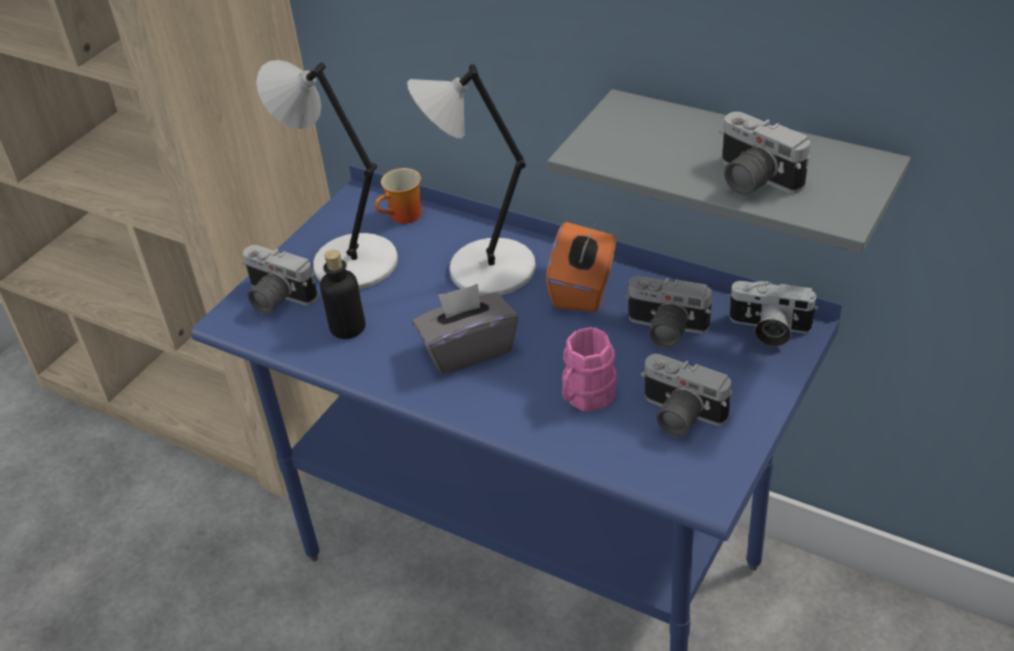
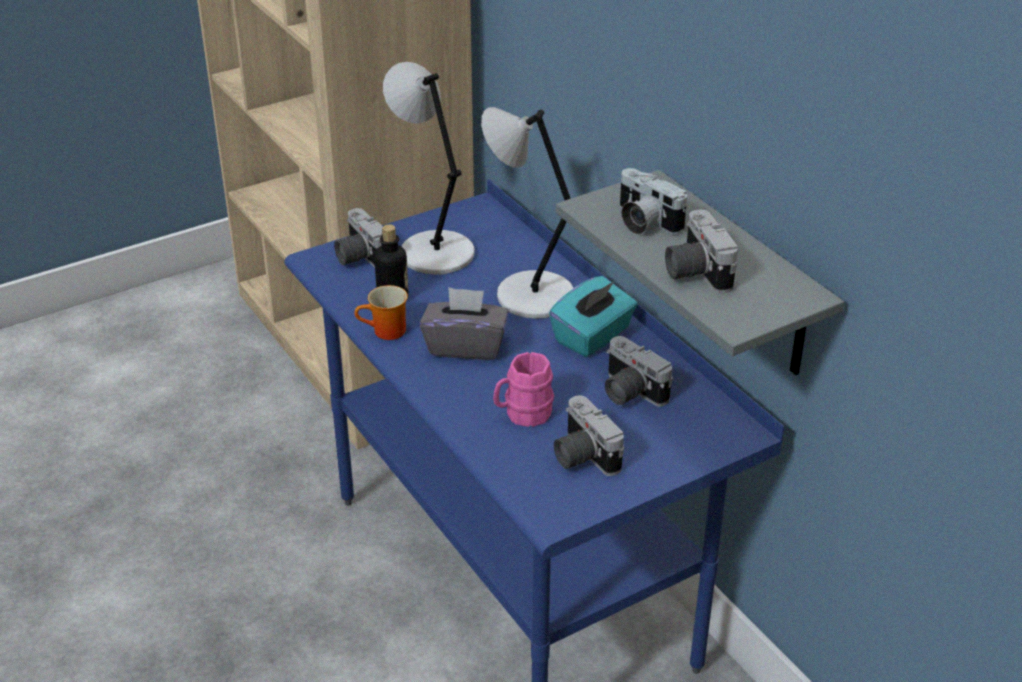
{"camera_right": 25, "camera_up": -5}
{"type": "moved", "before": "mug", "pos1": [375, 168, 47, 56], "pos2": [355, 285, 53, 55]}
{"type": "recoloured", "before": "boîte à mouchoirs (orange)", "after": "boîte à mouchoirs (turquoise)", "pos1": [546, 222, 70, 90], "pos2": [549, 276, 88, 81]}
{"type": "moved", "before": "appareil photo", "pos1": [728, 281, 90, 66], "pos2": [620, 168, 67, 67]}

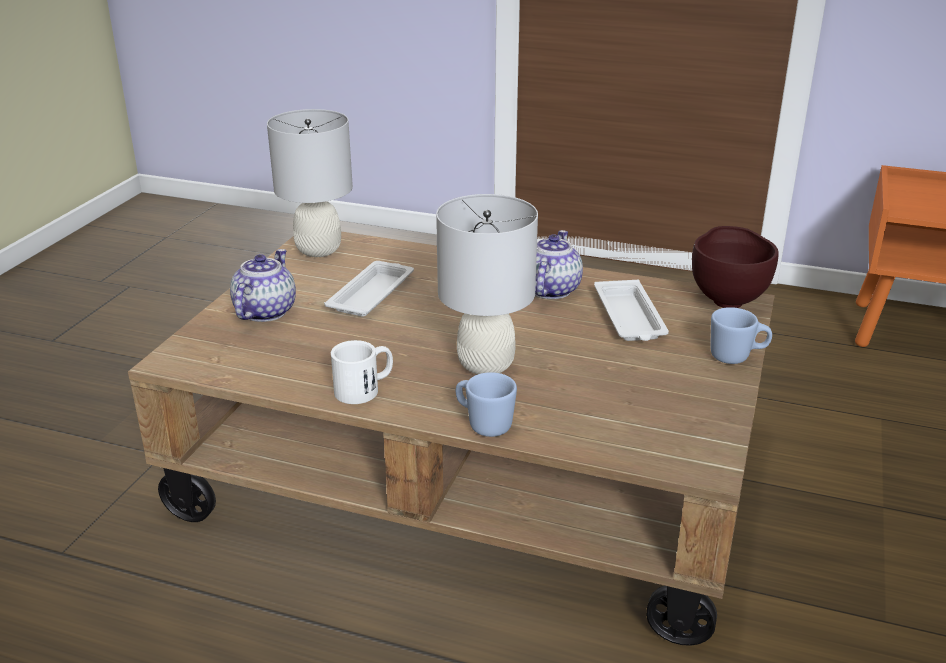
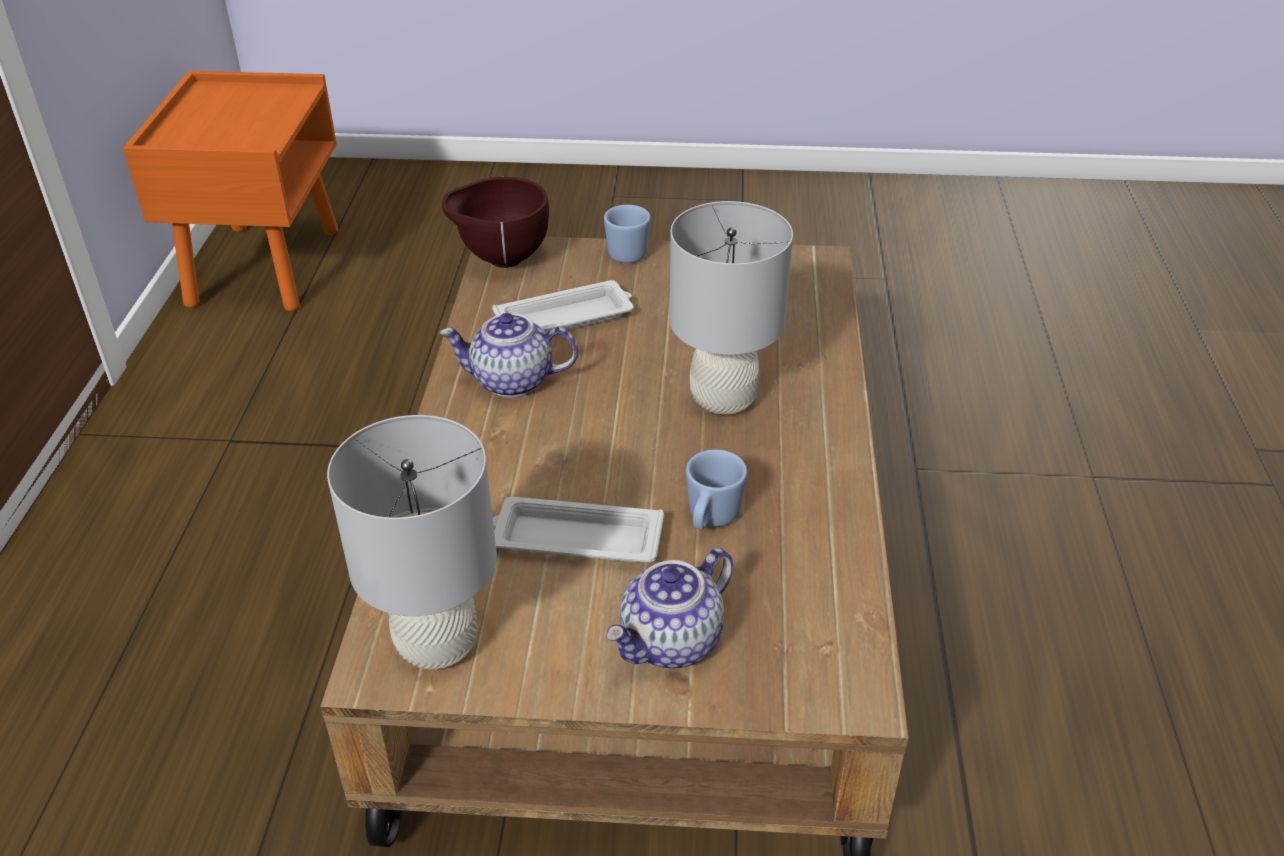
{"camera_right": -105, "camera_up": 10}
{"type": "turned", "before": "théière", "pos1": [230, 249, 66, 73], "pos2": [606, 548, 127, 120], "turn": -45}
{"type": "moved", "before": "mug (bleu)", "pos1": [456, 372, 61, 65], "pos2": [686, 449, 61, 81]}
{"type": "removed", "before": "mug (blanc)", "pos1": [331, 340, 62, 64]}

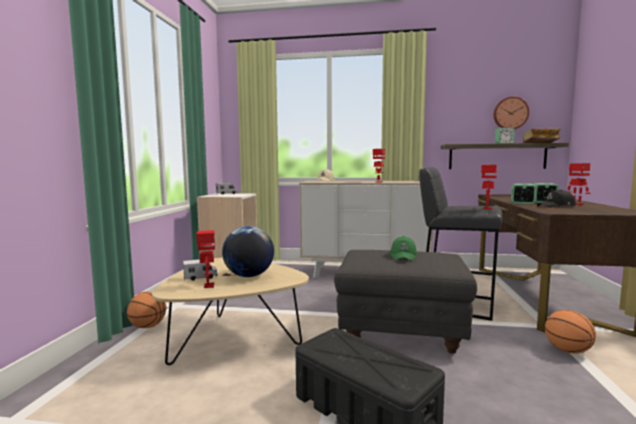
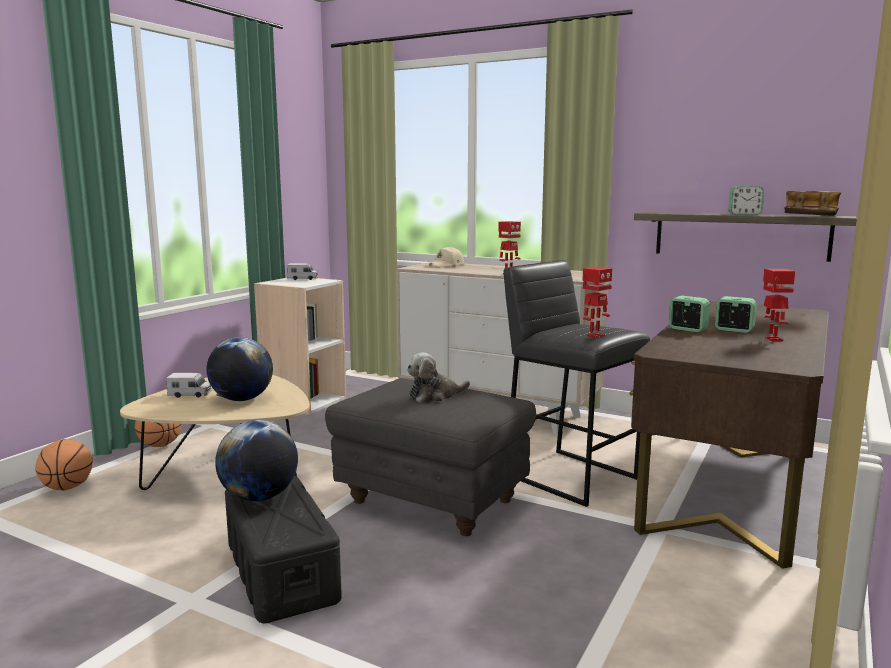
{"camera_right": 20, "camera_up": 5}
{"type": "moved", "before": "ballon de basket", "pos1": [545, 310, 51, 43], "pos2": [35, 439, 58, 52]}
{"type": "added", "after": "globe", "pos2": [215, 420, 83, 81]}
{"type": "replaced", "before": "casquette (vert)", "after": "peluche", "pos1": [390, 236, 27, 25], "pos2": [407, 353, 63, 50]}
{"type": "removed", "before": "robot jouet", "pos1": [196, 230, 19, 58]}
{"type": "removed", "before": "horloge murale", "pos1": [494, 97, 35, 32]}
{"type": "removed", "before": "casquette (noir)", "pos1": [537, 189, 39, 19]}

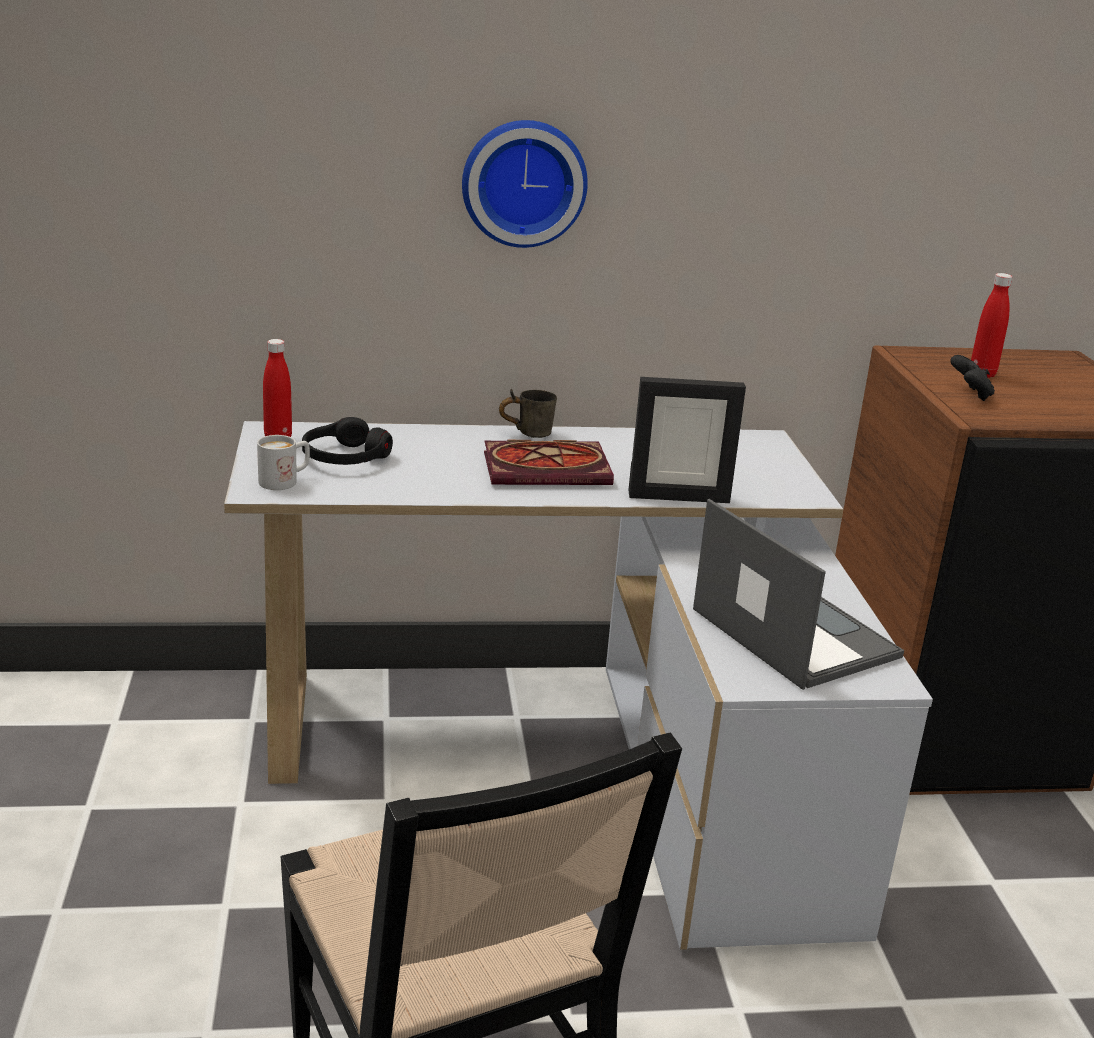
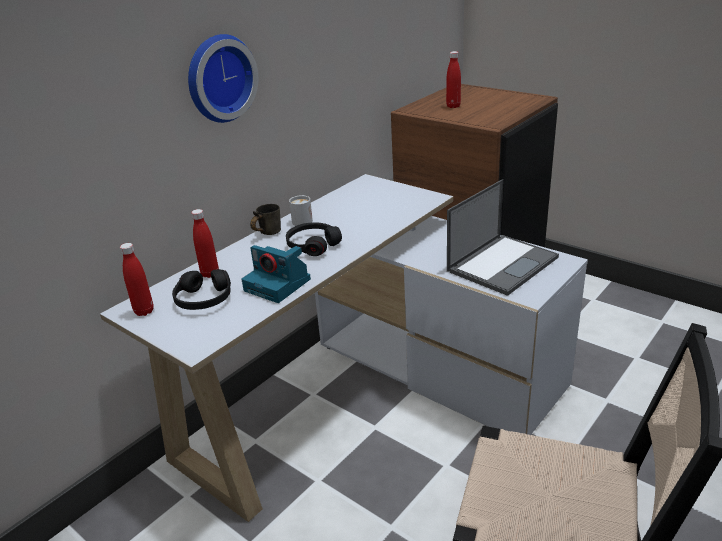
{"camera_right": -40, "camera_up": 5}
{"type": "added", "after": "bouteille (rouge)", "pos2": [191, 209, 28, 69]}
{"type": "added", "after": "appareil photo", "pos2": [242, 245, 69, 58]}
{"type": "replaced", "before": "livre", "after": "casque audio (noir)", "pos1": [484, 440, 130, 45], "pos2": [286, 222, 56, 34]}
{"type": "moved", "before": "mug (blanc)", "pos1": [257, 435, 53, 55], "pos2": [289, 195, 24, 31]}
{"type": "turned", "before": "ordinateur portable", "pos1": [693, 499, 211, 191], "pos2": [447, 179, 112, 117], "turn": 120}
{"type": "removed", "before": "cadre photo", "pos1": [628, 377, 118, 126]}
{"type": "removed", "before": "manette (noir)", "pos1": [950, 355, 45, 46]}

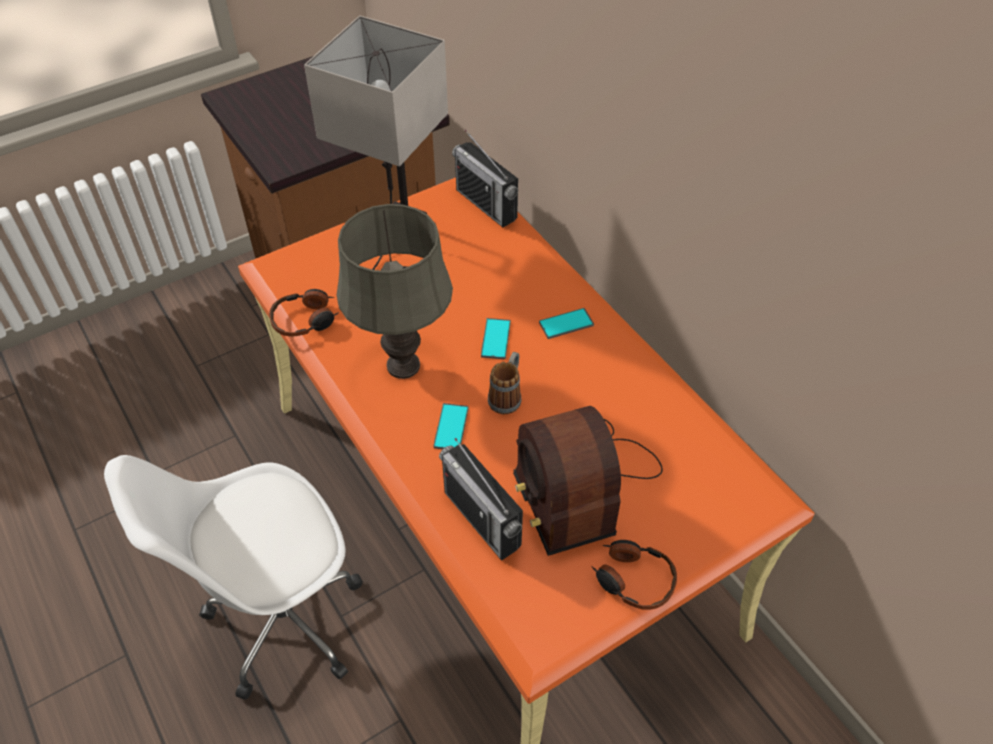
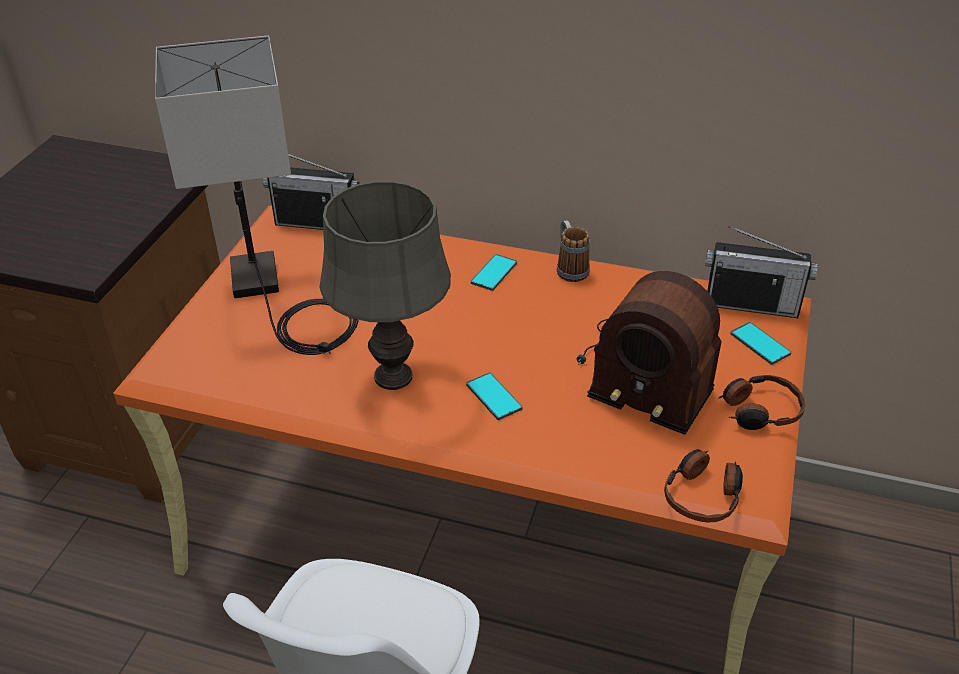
{"camera_right": -40, "camera_up": -10}
{"type": "moved", "before": "mug", "pos1": [488, 352, 33, 62], "pos2": [557, 220, 33, 62]}
{"type": "moved", "before": "casque audio", "pos1": [269, 289, 70, 48], "pos2": [664, 449, 79, 73]}
{"type": "moved", "before": "radio", "pos1": [439, 438, 84, 123], "pos2": [705, 226, 113, 92]}
{"type": "moved", "before": "téléphone", "pos1": [481, 318, 30, 41], "pos2": [730, 322, 61, 43]}

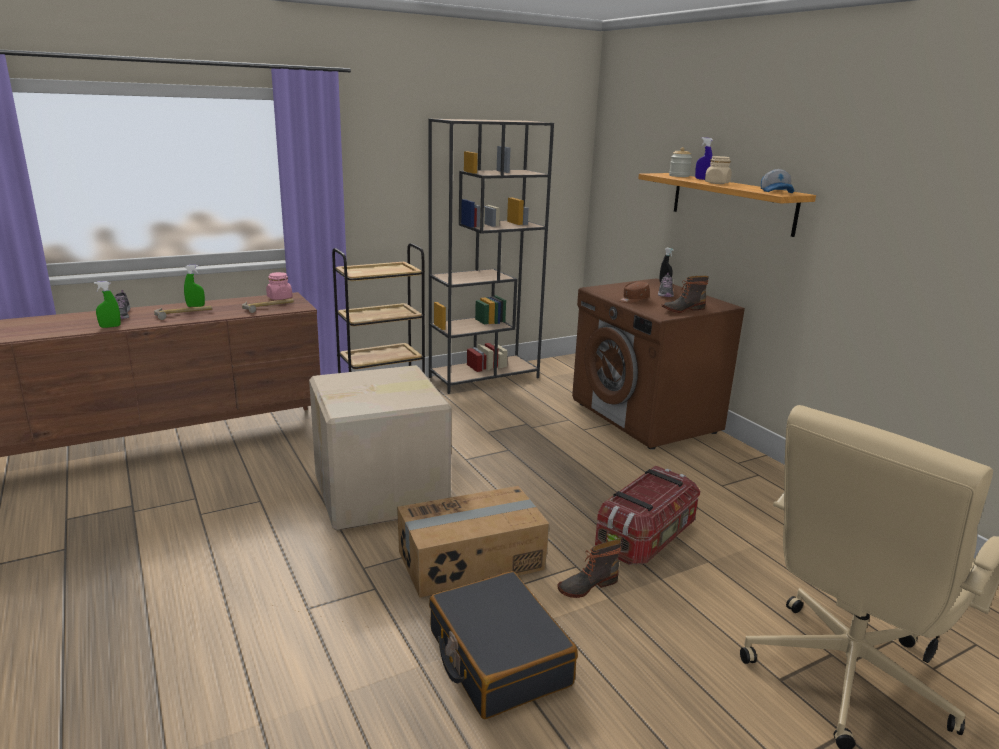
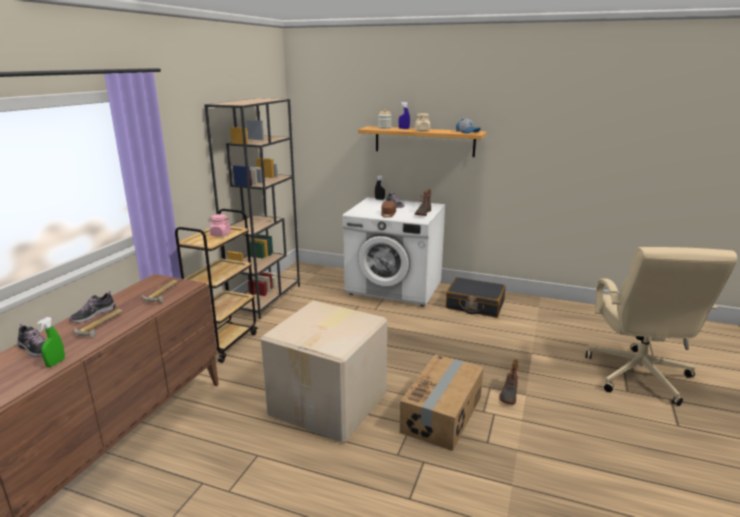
{"camera_right": -40, "camera_up": 0}
{"type": "replaced", "before": "vaporisateur (vert)", "after": "chaussure", "pos1": [184, 265, 21, 42], "pos2": [69, 291, 47, 31]}
{"type": "moved", "before": "bocal (rose)", "pos1": [266, 272, 26, 28], "pos2": [208, 214, 23, 23]}
{"type": "recoloured", "before": "lave-linge (marron)", "after": "lave-linge (blanc)", "pos1": [572, 278, 173, 171], "pos2": [342, 197, 103, 109]}
{"type": "moved", "before": "valise (noir)", "pos1": [429, 571, 149, 148], "pos2": [446, 277, 60, 41]}
{"type": "removed", "before": "boîte de rangement", "pos1": [595, 466, 105, 99]}

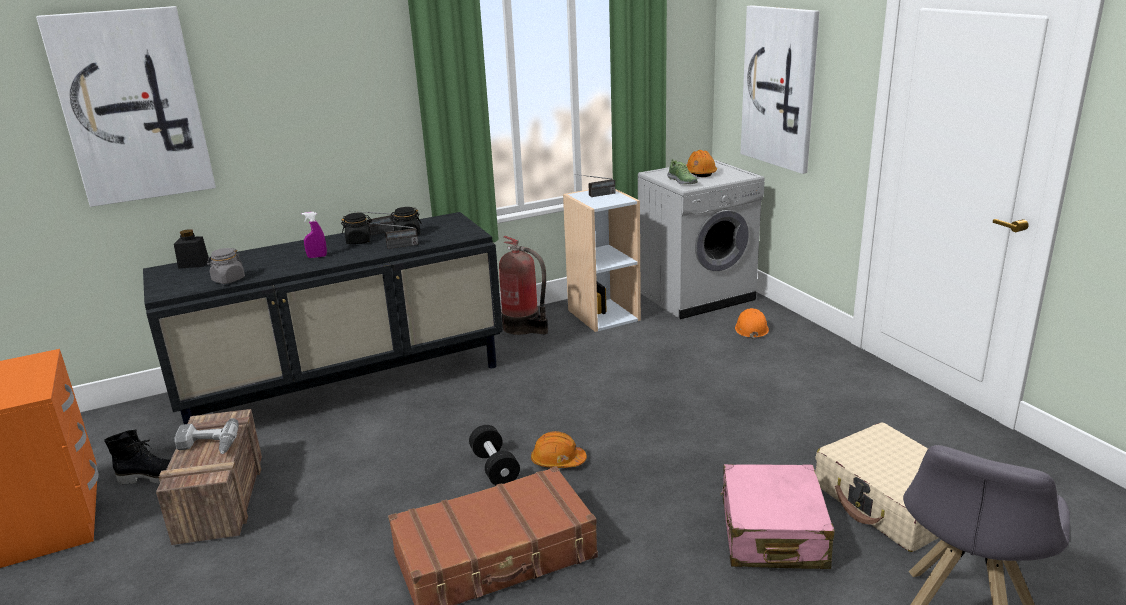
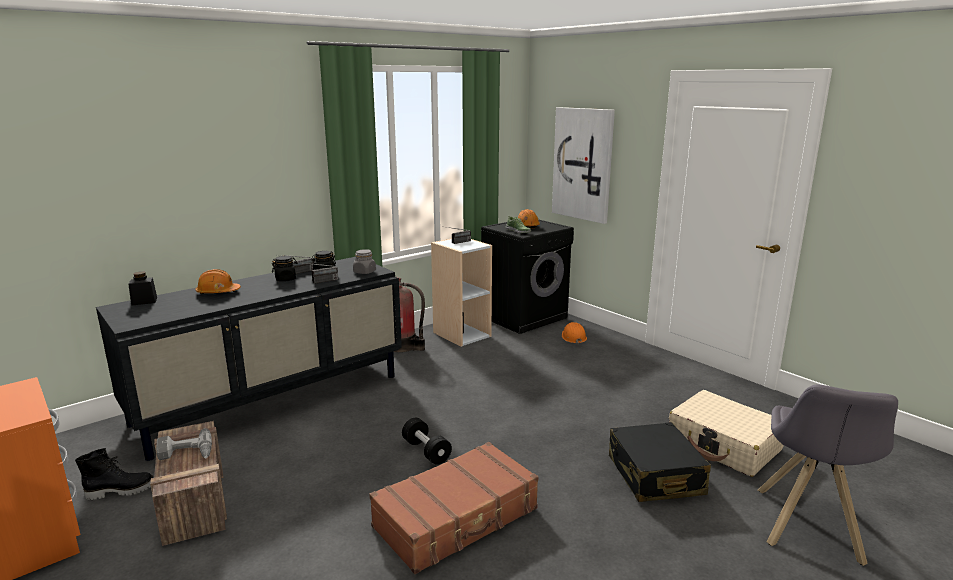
{"camera_right": -15, "camera_up": -5}
{"type": "moved", "before": "casque de chantier (orange)", "pos1": [531, 431, 56, 37], "pos2": [195, 269, 46, 25]}
{"type": "moved", "before": "bocal (gris)", "pos1": [207, 248, 38, 36], "pos2": [353, 249, 23, 25]}
{"type": "recoloured", "before": "lave-linge (blanc)", "after": "lave-linge (noir)", "pos1": [638, 159, 126, 160], "pos2": [481, 219, 93, 115]}
{"type": "recoloured", "before": "valise (rose)", "after": "valise (noir)", "pos1": [720, 464, 114, 105], "pos2": [609, 422, 102, 80]}
{"type": "removed", "before": "tableau", "pos1": [36, 6, 180, 201]}
{"type": "removed", "before": "vaporisateur (violet)", "pos1": [302, 212, 25, 46]}

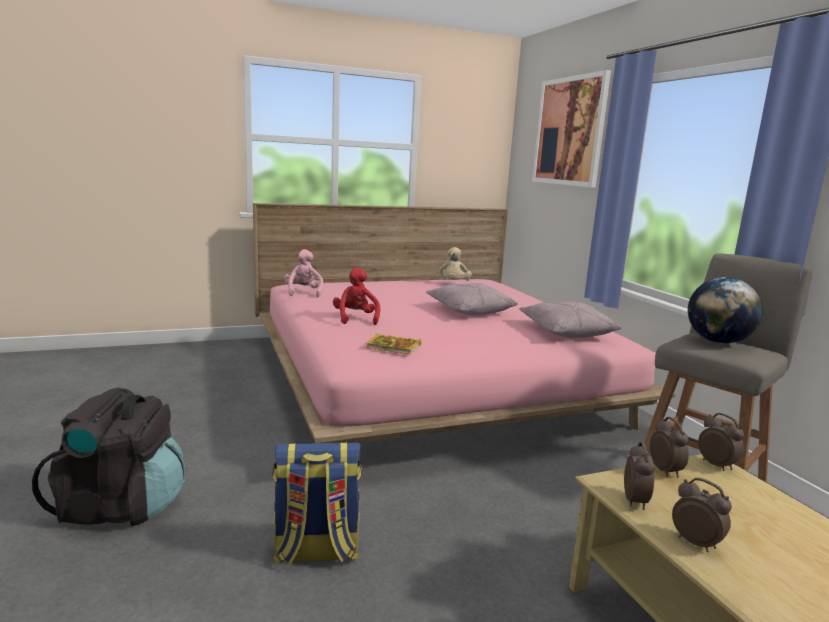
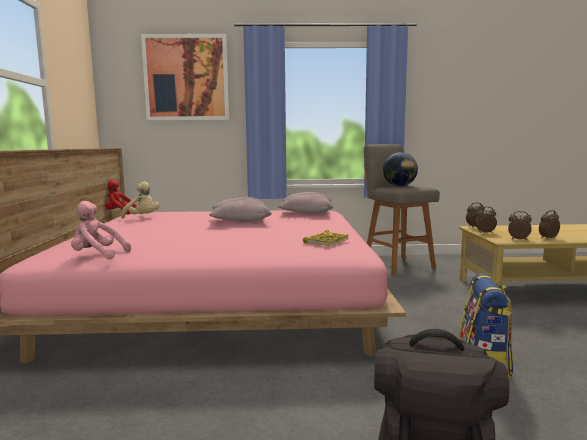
{"camera_right": -70, "camera_up": -5}
{"type": "moved", "before": "peluche (rouge)", "pos1": [333, 267, 47, 58], "pos2": [105, 180, 32, 35]}

